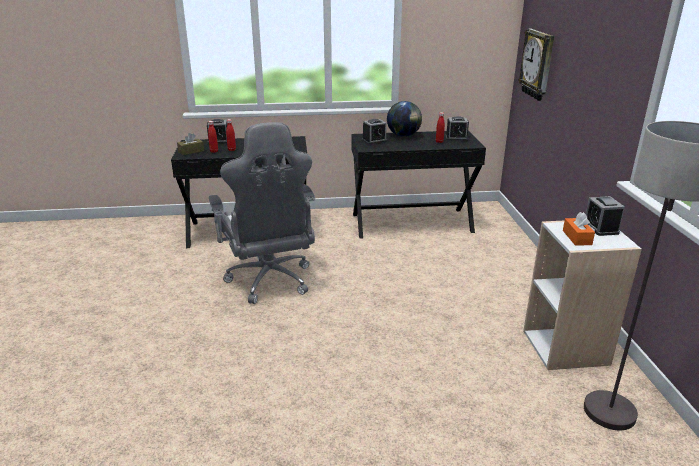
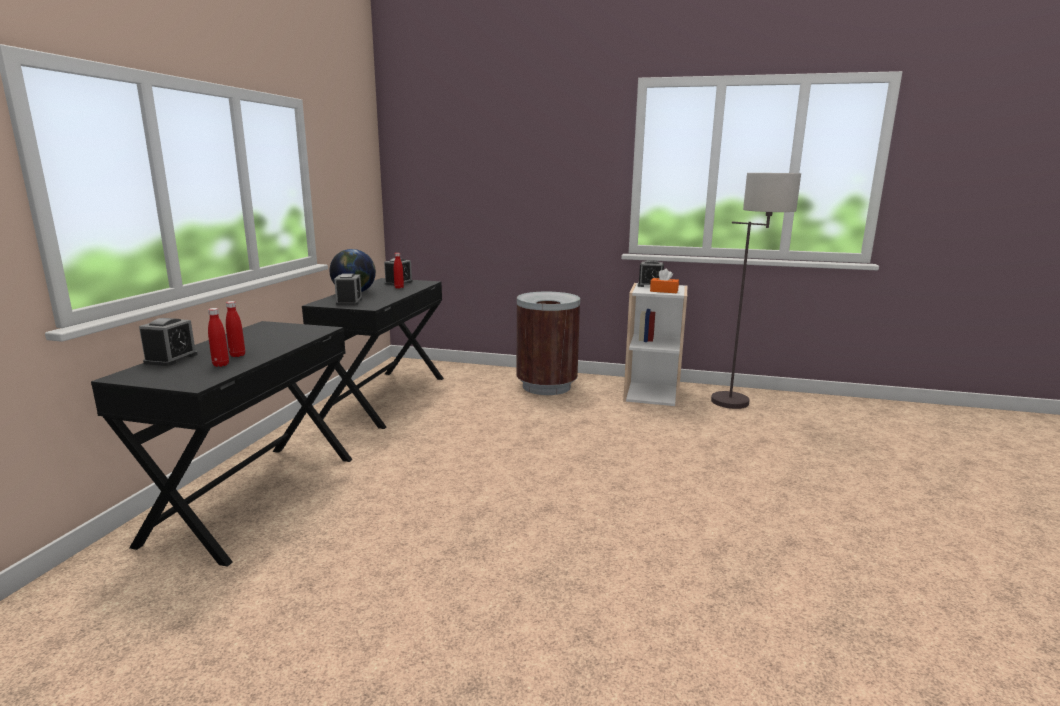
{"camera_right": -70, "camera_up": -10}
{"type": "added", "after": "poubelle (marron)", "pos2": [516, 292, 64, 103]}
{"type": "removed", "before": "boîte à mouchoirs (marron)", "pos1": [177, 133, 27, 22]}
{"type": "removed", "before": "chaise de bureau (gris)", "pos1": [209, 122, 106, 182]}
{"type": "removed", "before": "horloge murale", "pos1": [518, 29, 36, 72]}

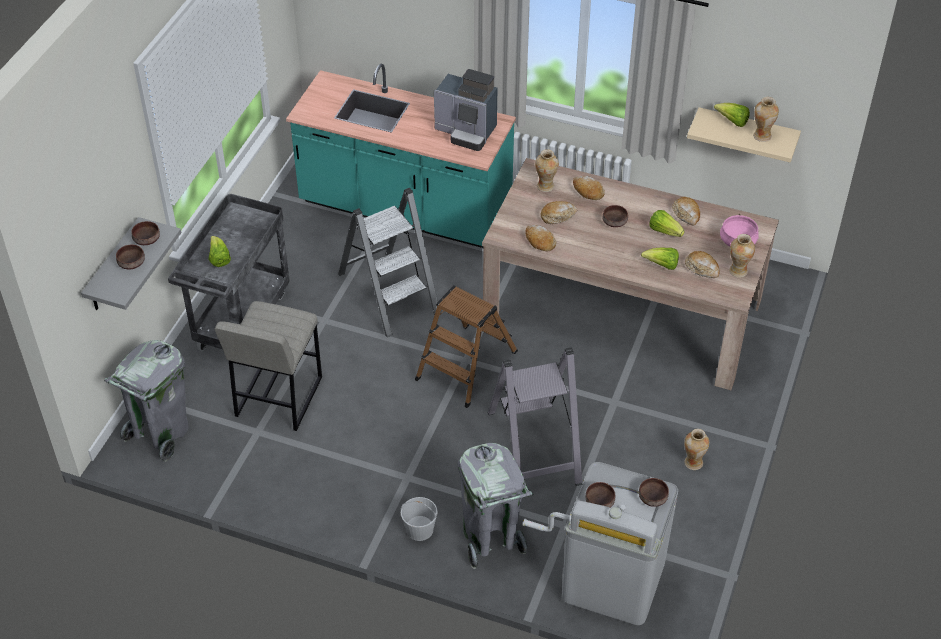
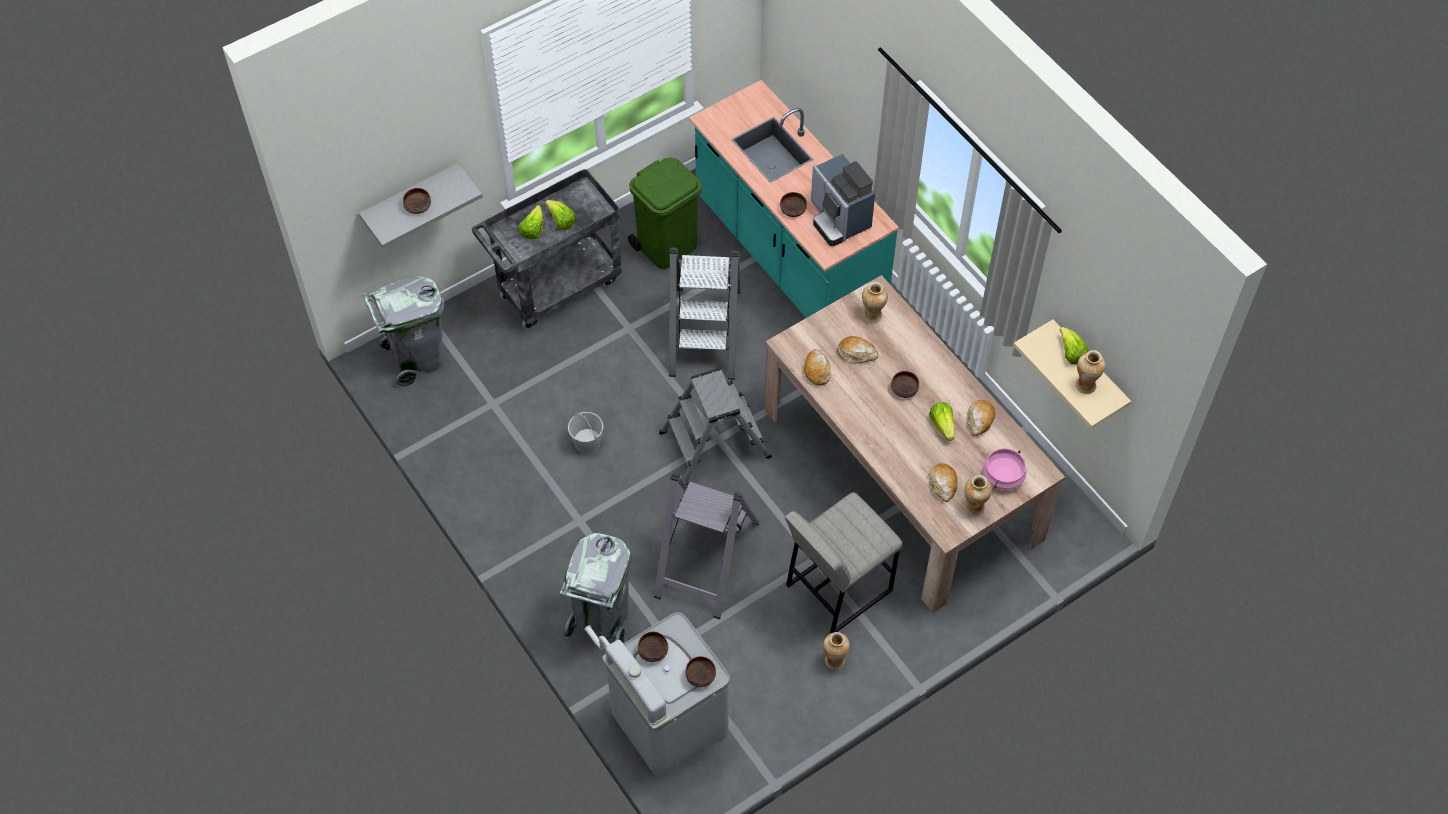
{"camera_right": 35, "camera_up": 10}
{"type": "moved", "before": "laitue", "pos1": [641, 247, 38, 23], "pos2": [545, 200, 31, 30]}
{"type": "moved", "before": "seau (blanc)", "pos1": [401, 497, 37, 44], "pos2": [568, 412, 35, 41]}
{"type": "added", "after": "poubelle (vert)", "pos2": [628, 158, 74, 111]}
{"type": "recoloured", "before": "escabeau (marron)", "after": "escabeau (gris)", "pos1": [415, 285, 103, 123], "pos2": [659, 367, 113, 116]}
{"type": "moved", "before": "bol (marron)", "pos1": [131, 221, 29, 24], "pos2": [780, 192, 27, 25]}
{"type": "moved", "before": "chaise (gris)", "pos1": [214, 301, 108, 130], "pos2": [785, 492, 117, 141]}
{"type": "removed", "before": "pain", "pos1": [573, 176, 32, 24]}

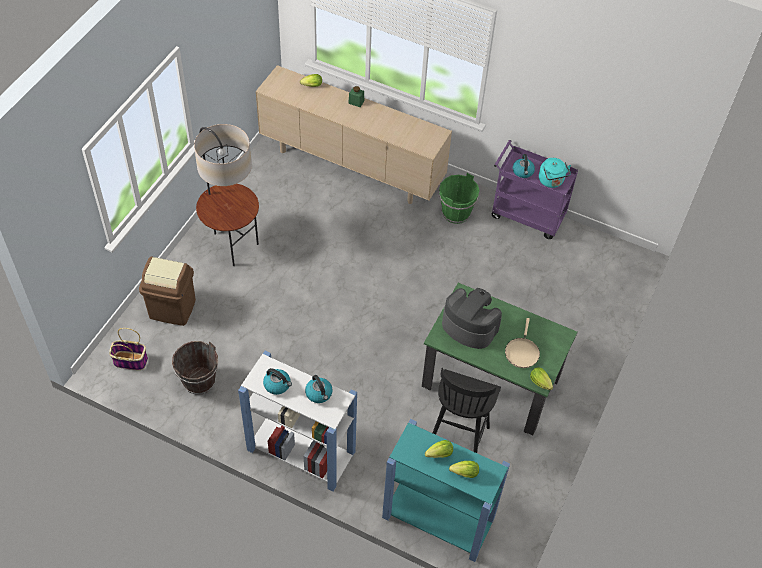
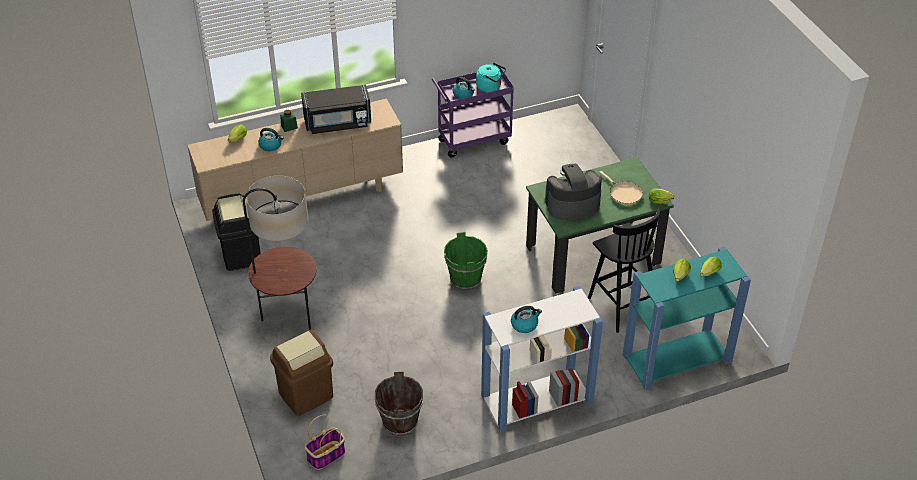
{"camera_right": -45, "camera_up": -10}
{"type": "added", "after": "poubelle (noir)", "pos2": [212, 193, 49, 78]}
{"type": "moved", "before": "bouilloire", "pos1": [305, 375, 28, 28], "pos2": [258, 128, 26, 23]}
{"type": "added", "after": "micro-ondes (noir)", "pos2": [301, 85, 70, 49]}
{"type": "moved", "before": "seau (vert)", "pos1": [439, 173, 40, 51], "pos2": [444, 232, 44, 58]}

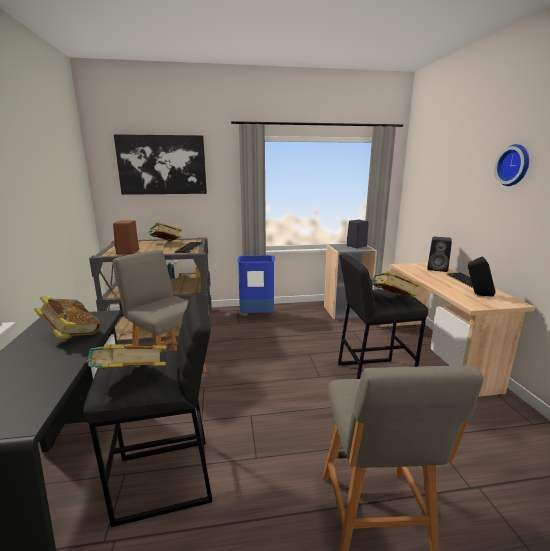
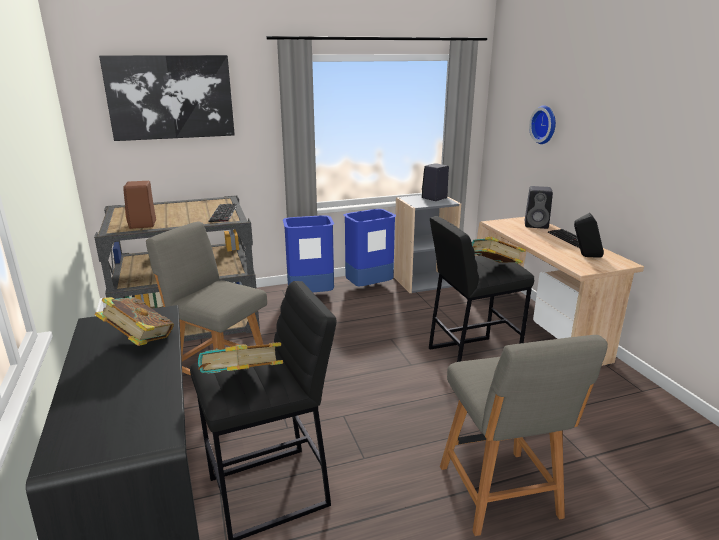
{"camera_right": -10, "camera_up": 5}
{"type": "added", "after": "poubelle (bleu)", "pos2": [343, 209, 53, 77]}
{"type": "moved", "before": "horloge murale", "pos1": [494, 144, 35, 42], "pos2": [529, 105, 27, 39]}
{"type": "removed", "before": "livre", "pos1": [149, 222, 33, 19]}

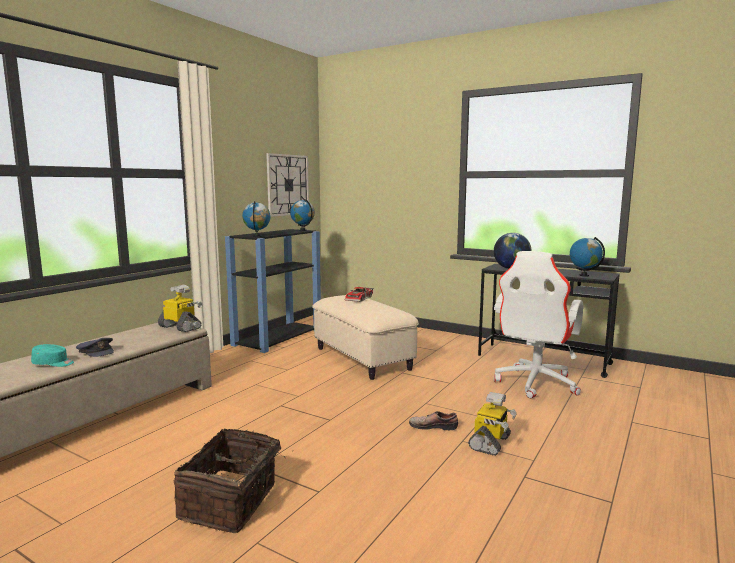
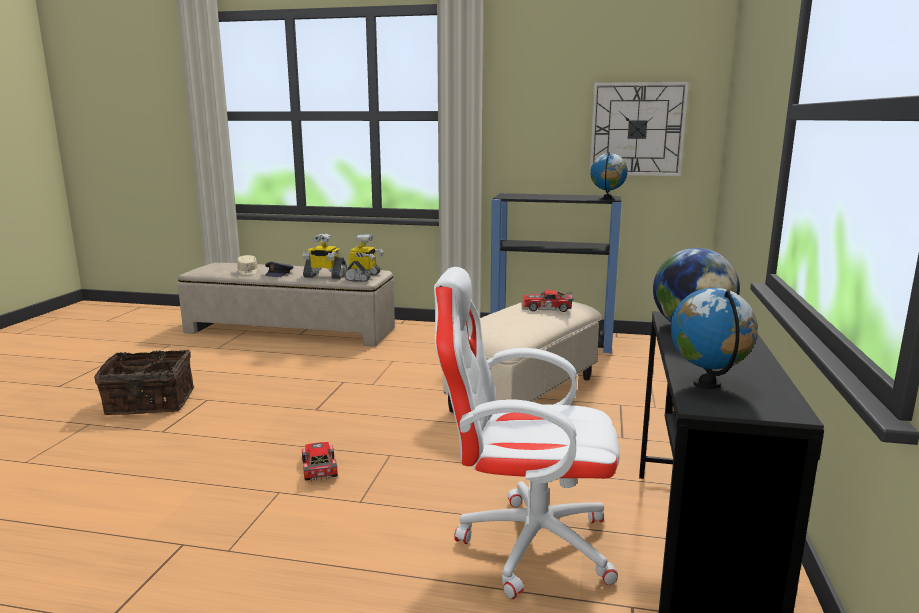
{"camera_right": 70, "camera_up": 5}
{"type": "recoloured", "before": "casquette (turquoise)", "after": "casquette (beige)", "pos1": [31, 344, 43, 23], "pos2": [237, 255, 20, 20]}
{"type": "moved", "before": "robot jouet", "pos1": [468, 392, 49, 64], "pos2": [302, 234, 45, 45]}
{"type": "replaced", "before": "chaussure", "after": "petite voiture", "pos1": [409, 411, 49, 19], "pos2": [302, 442, 36, 40]}
{"type": "removed", "before": "globe", "pos1": [242, 201, 28, 36]}

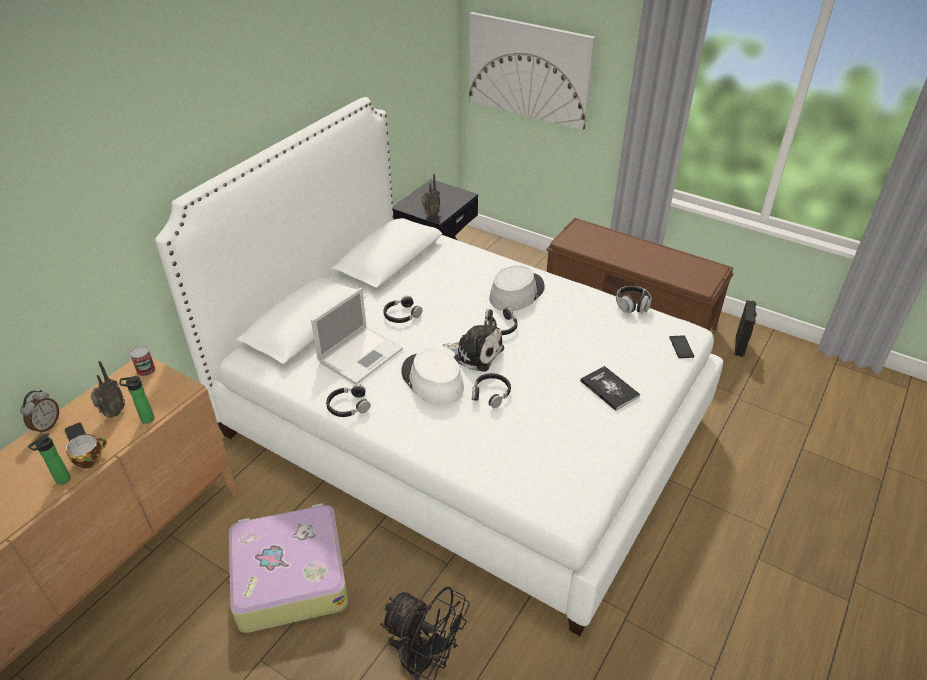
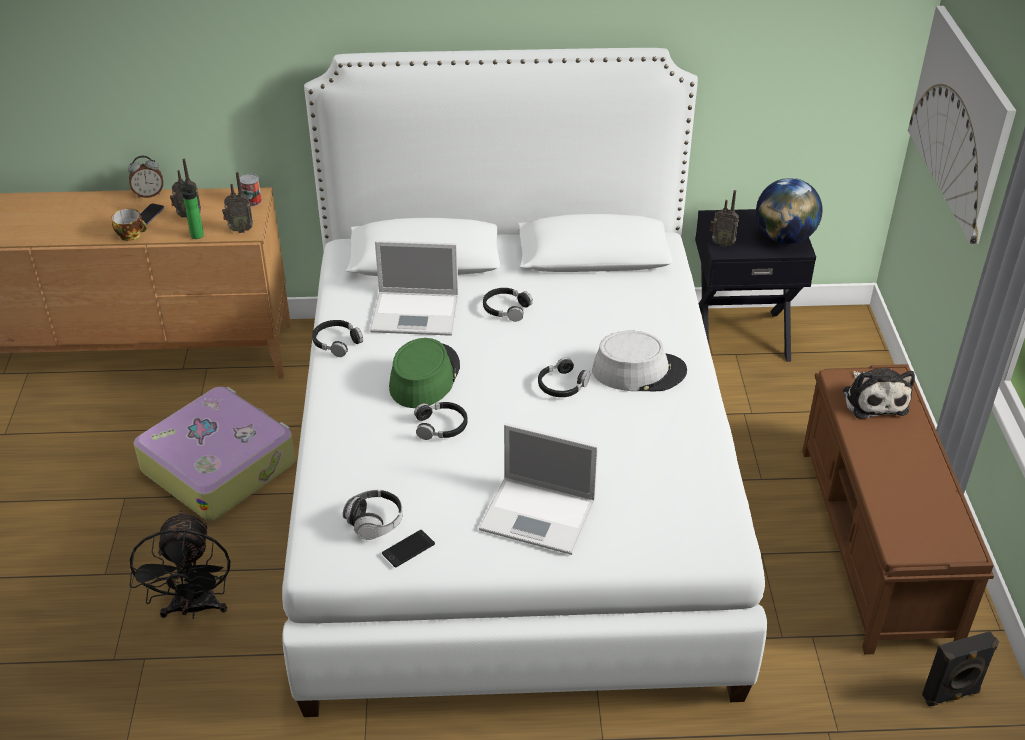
{"camera_right": 55, "camera_up": 0}
{"type": "added", "after": "radio", "pos2": [222, 172, 31, 61]}
{"type": "moved", "before": "casque audio", "pos1": [616, 286, 36, 27], "pos2": [343, 490, 60, 50]}
{"type": "moved", "before": "téléphone", "pos1": [669, 335, 25, 23], "pos2": [382, 530, 53, 38]}
{"type": "recoloured", "before": "chapeau (blanc)", "after": "chapeau (vert)", "pos1": [401, 349, 63, 56], "pos2": [389, 338, 71, 70]}
{"type": "replaced", "before": "livre", "after": "ordinateur portable", "pos1": [580, 366, 60, 45], "pos2": [479, 423, 120, 132]}
{"type": "added", "after": "globe", "pos2": [756, 178, 66, 66]}
{"type": "moved", "before": "peluche", "pos1": [443, 317, 61, 55], "pos2": [843, 368, 72, 51]}
{"type": "removed", "before": "bouteille", "pos1": [28, 434, 43, 51]}

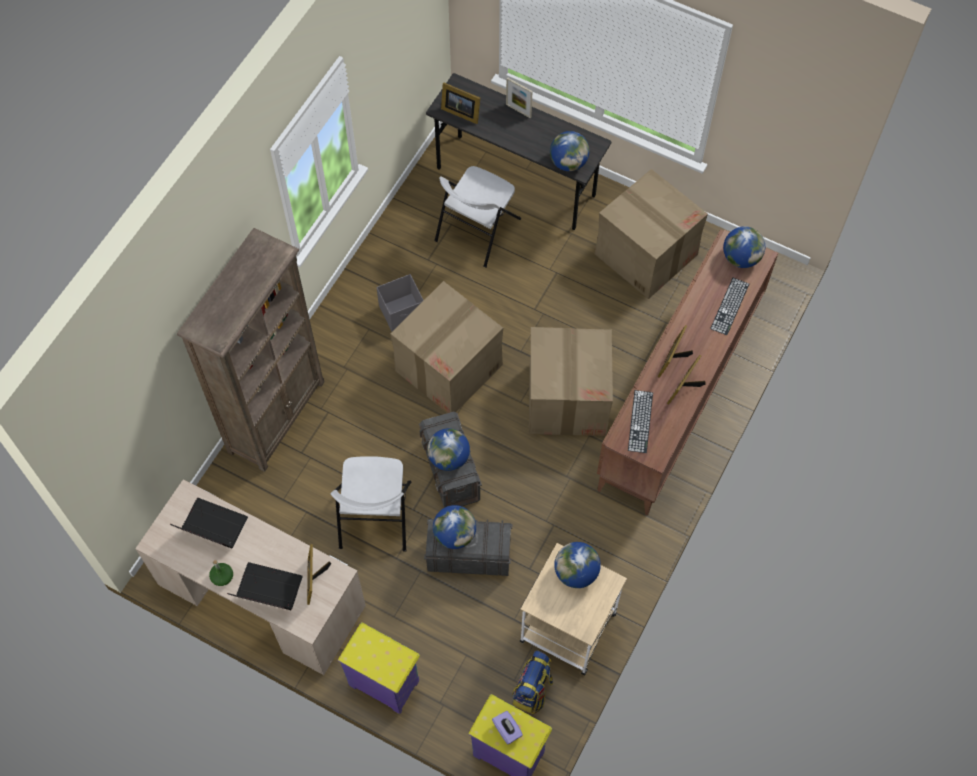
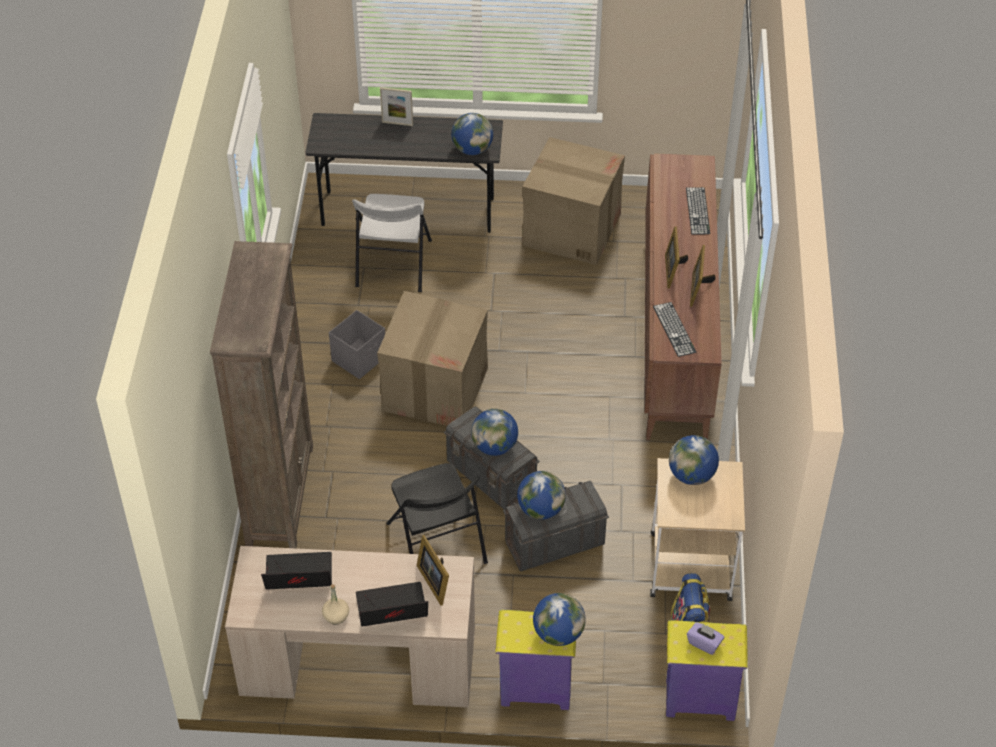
{"camera_right": -25, "camera_up": -15}
{"type": "recoloured", "before": "bouteille (vert)", "after": "bouteille (beige)", "pos1": [209, 560, 24, 26], "pos2": [322, 584, 27, 40]}
{"type": "recoloured", "before": "chaise (blanc)", "after": "chaise (noir)", "pos1": [331, 456, 80, 95], "pos2": [386, 463, 102, 101]}
{"type": "moved", "before": "globe", "pos1": [723, 226, 42, 42], "pos2": [533, 593, 53, 53]}
{"type": "removed", "before": "cadre photo", "pos1": [441, 82, 39, 42]}
{"type": "removed", "before": "carton", "pos1": [529, 327, 84, 109]}

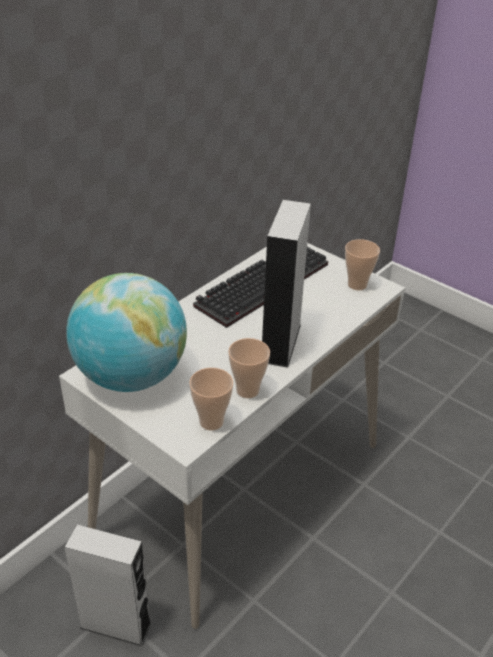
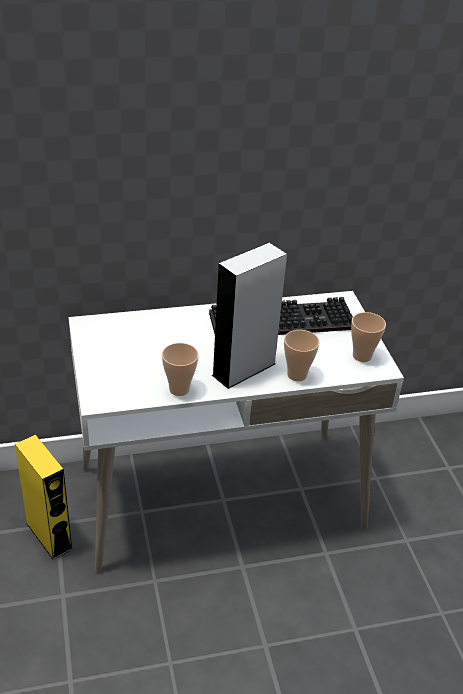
{"camera_right": 35, "camera_up": 0}
{"type": "recoloured", "before": "enceinte (gris)", "after": "enceinte (jaune)", "pos1": [64, 525, 88, 121], "pos2": [15, 435, 58, 125]}
{"type": "moved", "before": "tasse", "pos1": [189, 368, 44, 62], "pos2": [284, 330, 36, 51]}
{"type": "removed", "before": "globe", "pos1": [66, 273, 121, 119]}

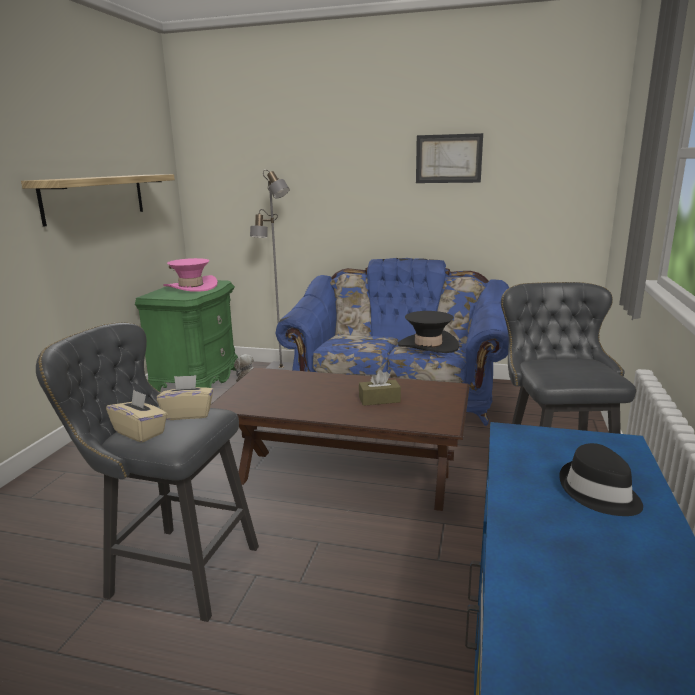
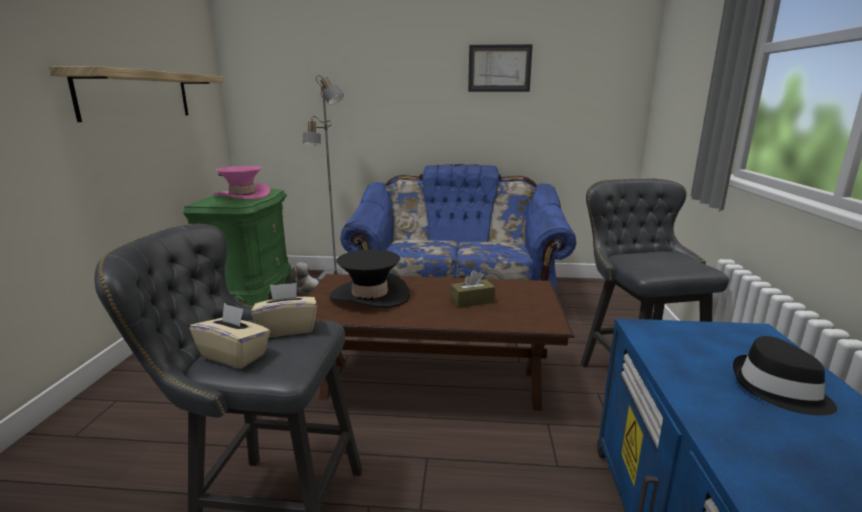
{"camera_right": -10, "camera_up": 0}
{"type": "moved", "before": "chapeau (noir)", "pos1": [398, 311, 61, 42], "pos2": [329, 249, 81, 59]}

